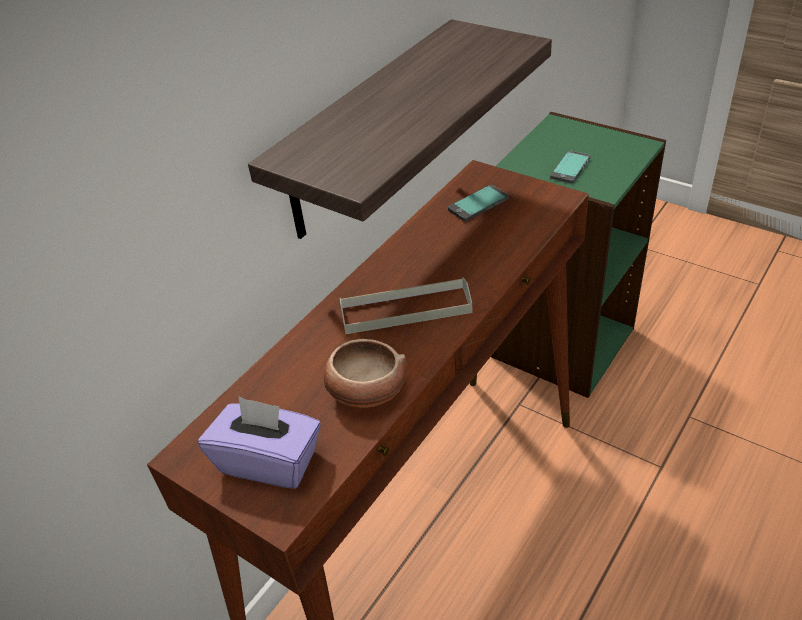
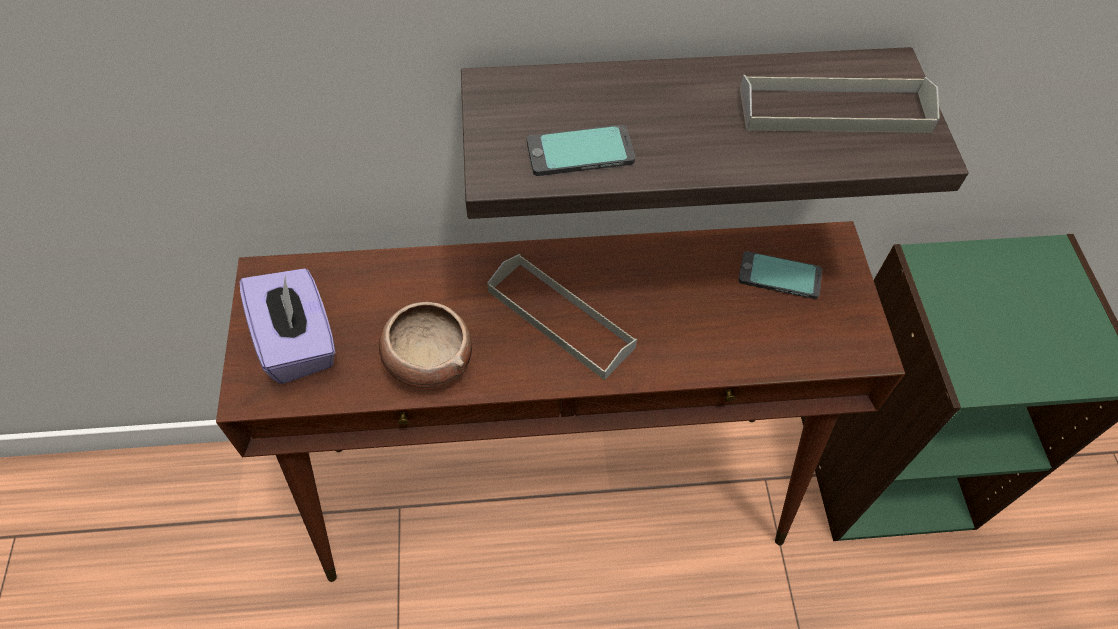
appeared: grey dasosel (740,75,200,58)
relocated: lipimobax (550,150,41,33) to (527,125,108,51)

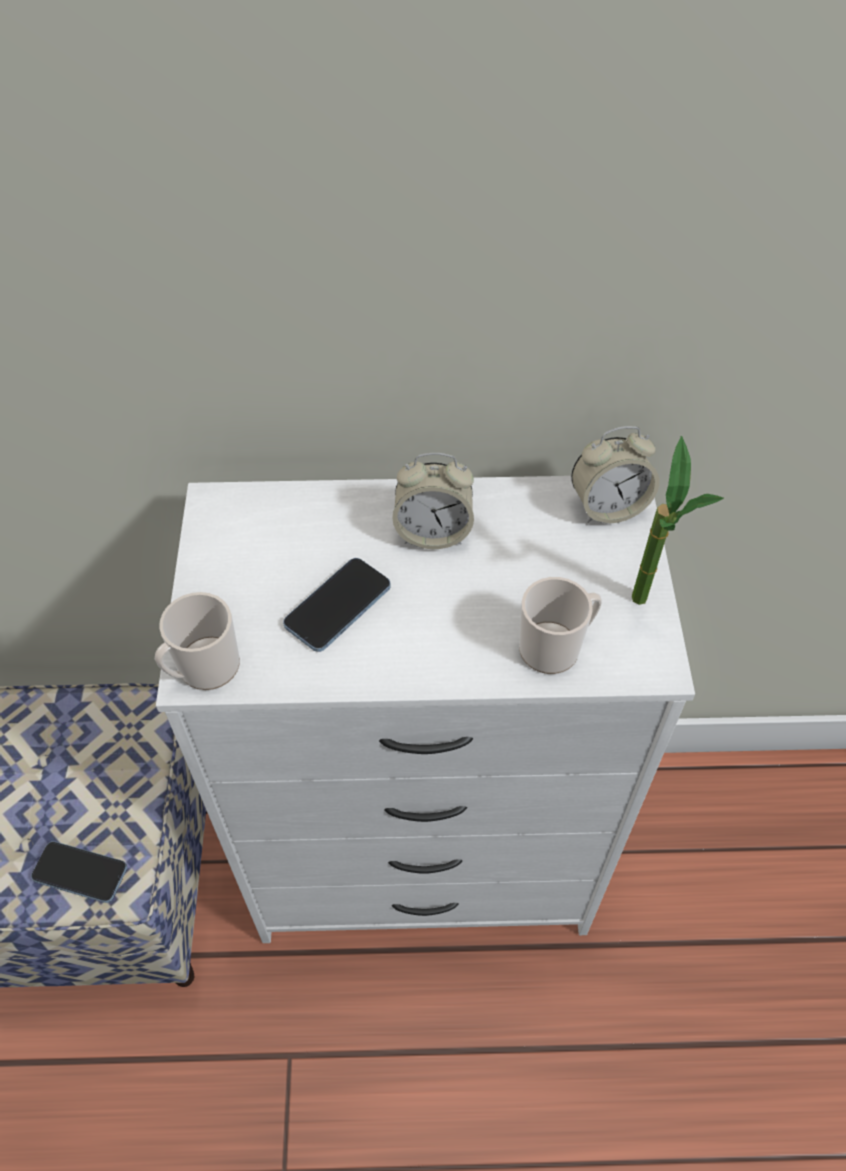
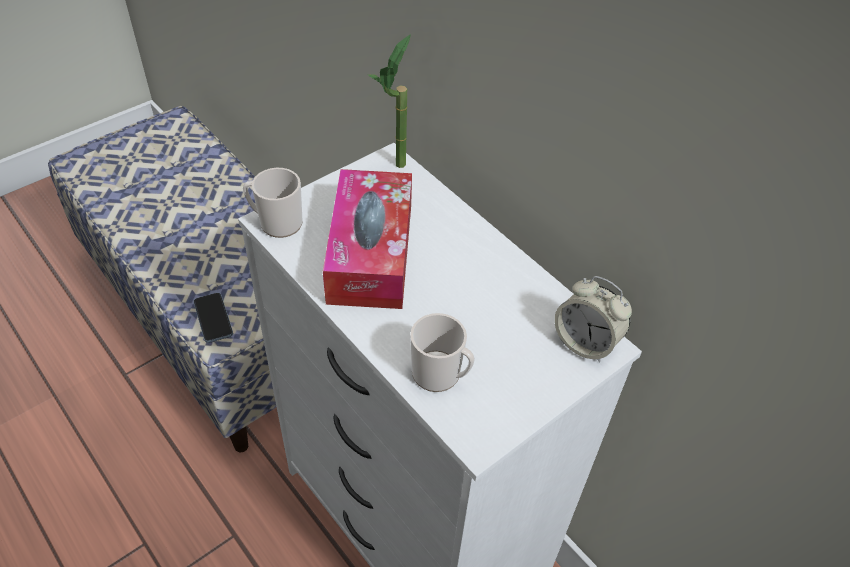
missing: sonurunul (392,453,82,96)
relocated: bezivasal (632,436,92,169) to (368,34,43,134)
exchanged: lipimobax (283,558,108,94) to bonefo (323,169,89,140)

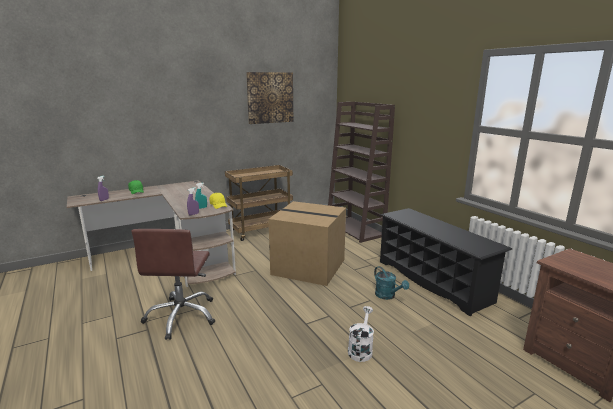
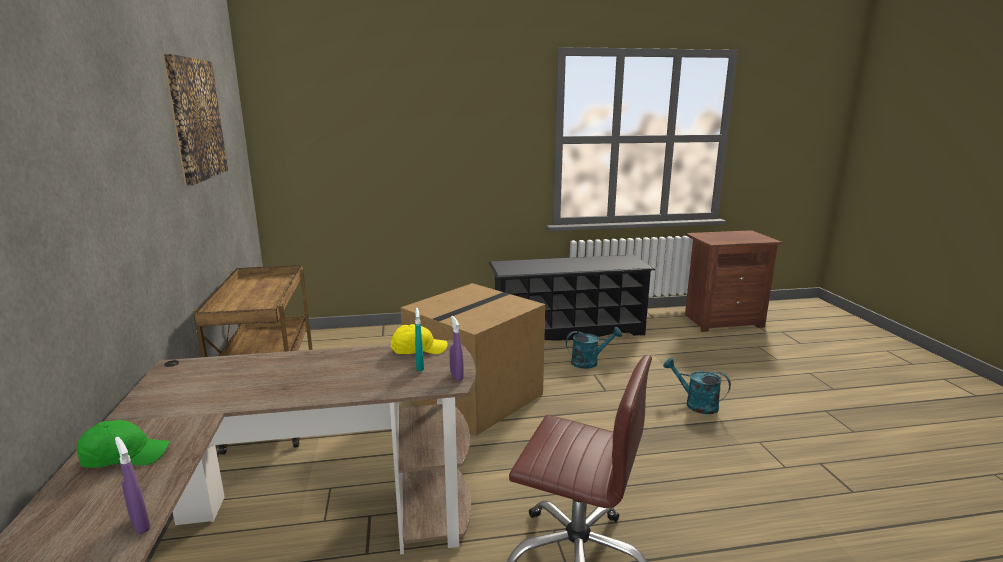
missing: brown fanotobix (328,102,67,141)
colour: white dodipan (348,306,26,56) to turquoise dodipan (663,358,68,56)

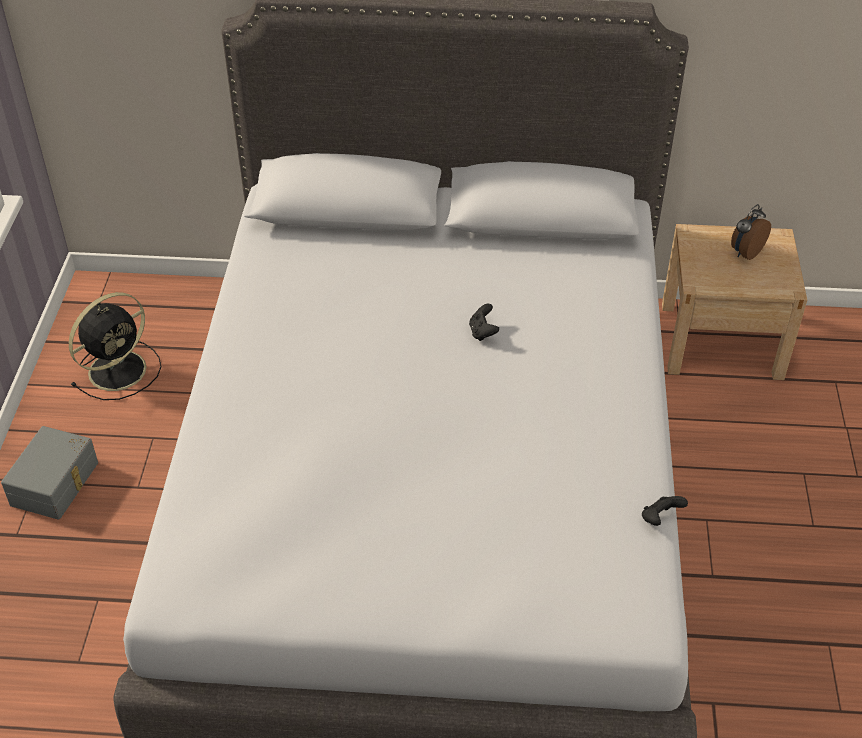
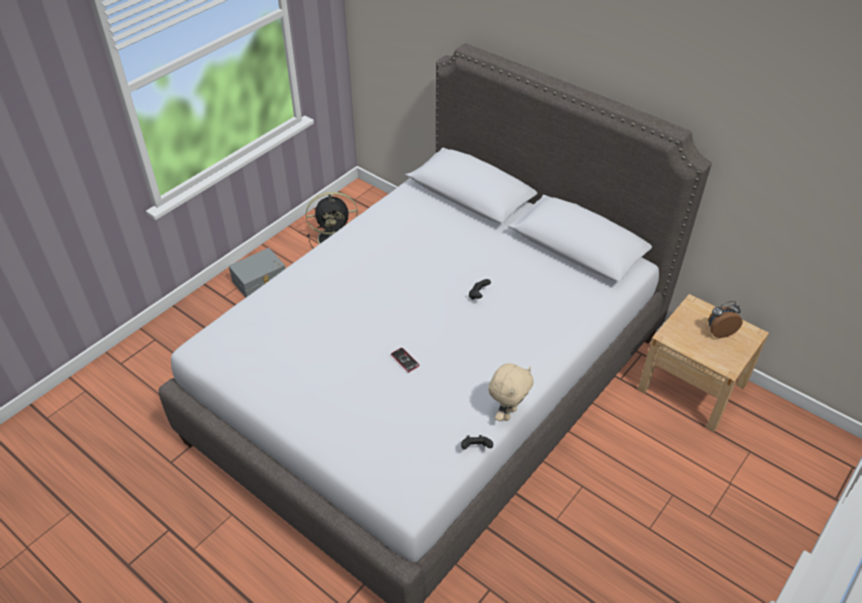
appeared: lipimobax (391,348,29,24); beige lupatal (488,363,46,58)

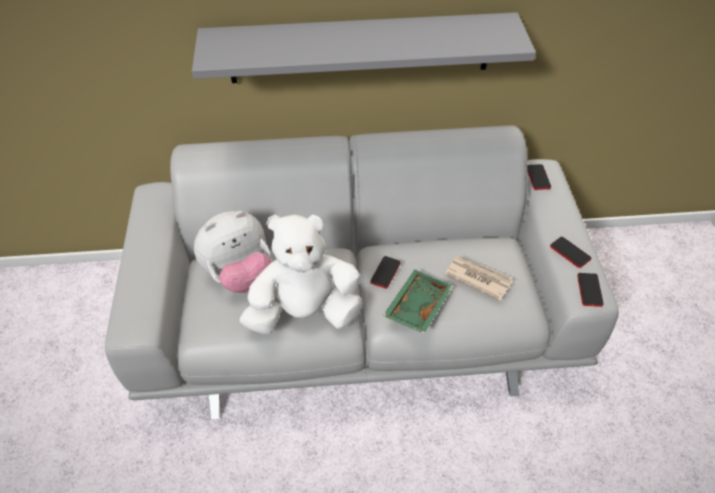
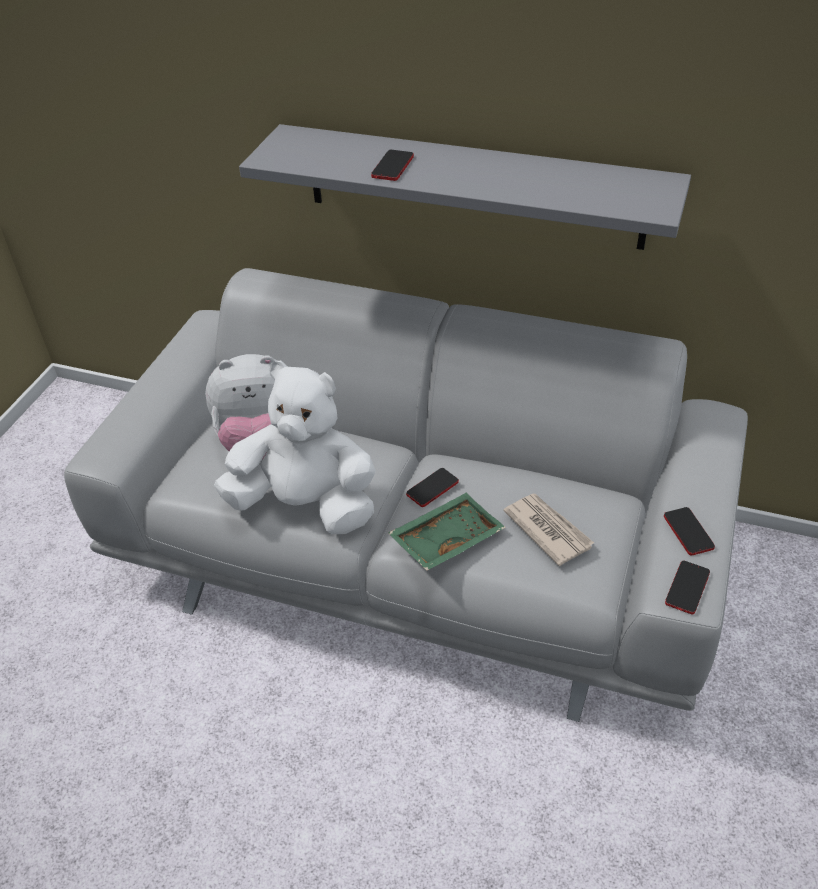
relocated: lipimobax (527,164,24,26) to (371,150,43,31)

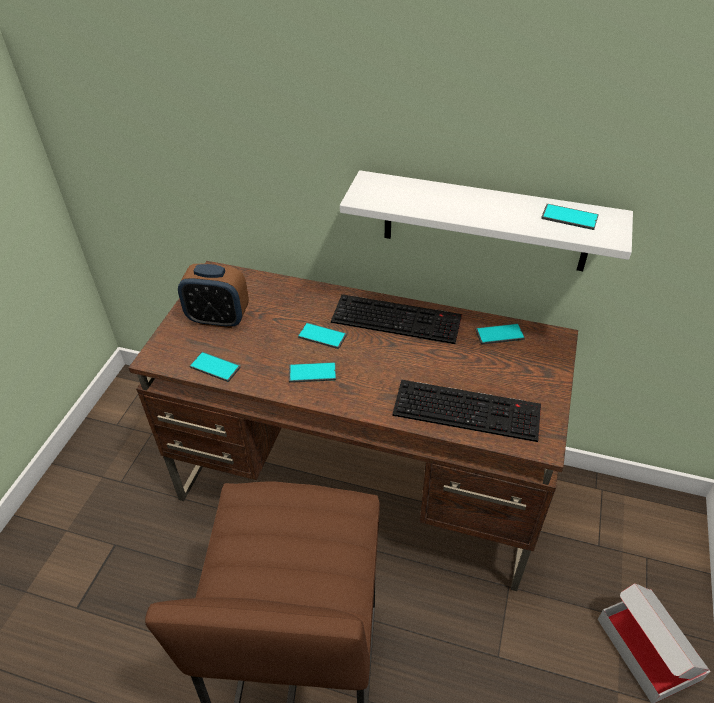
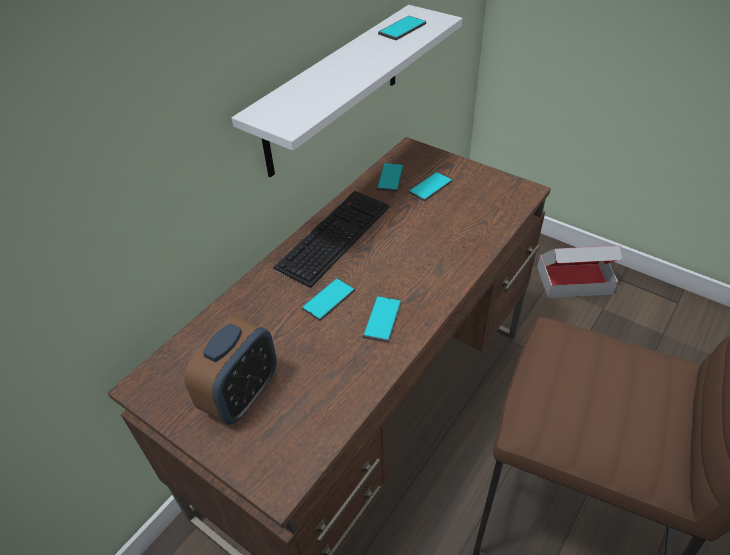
missing: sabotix (392,380,149,62)
relocated: lipimobax (190,352,51,30) to (409,172,44,29)

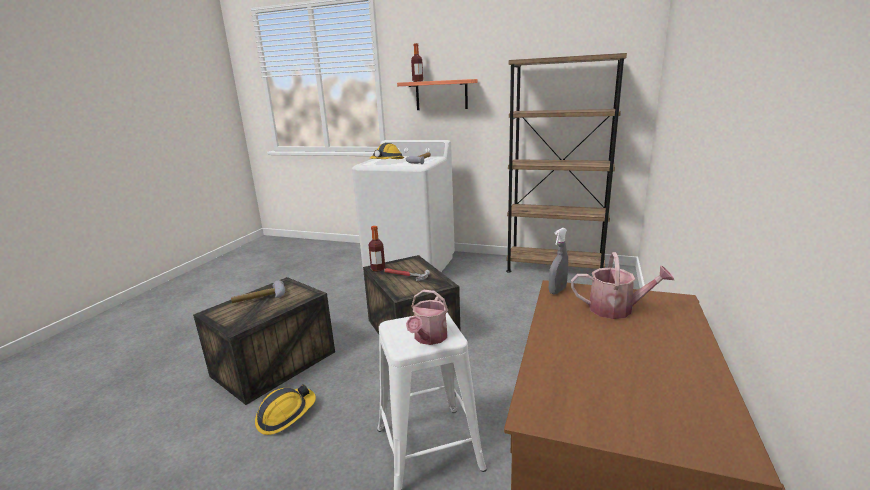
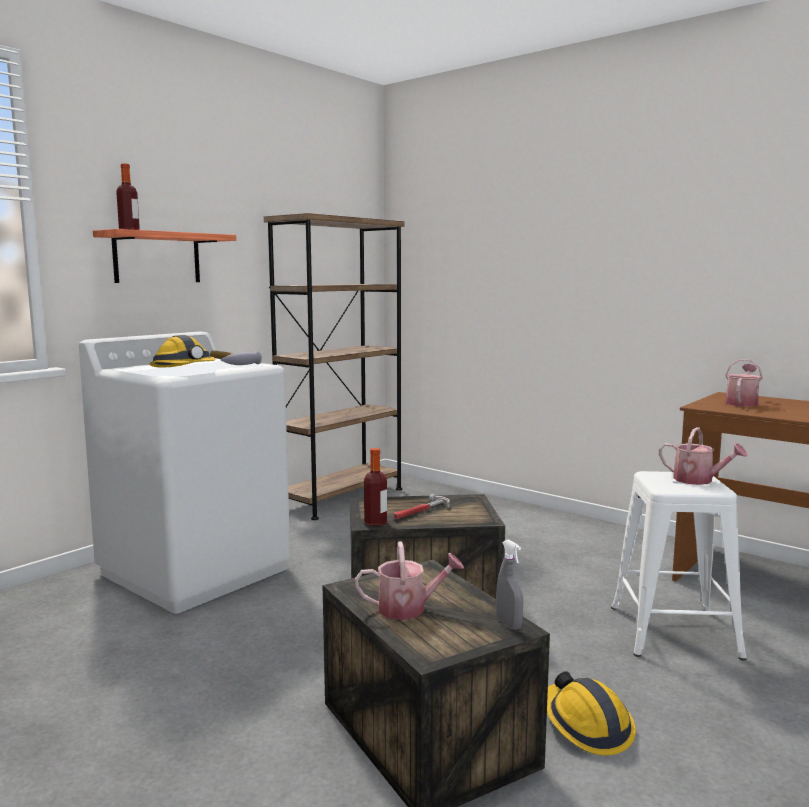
relocated: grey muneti (549,228,19,66) to (496,539,27,91)
exchanged: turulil (231,280,54,23) to dodipan (355,541,109,79)

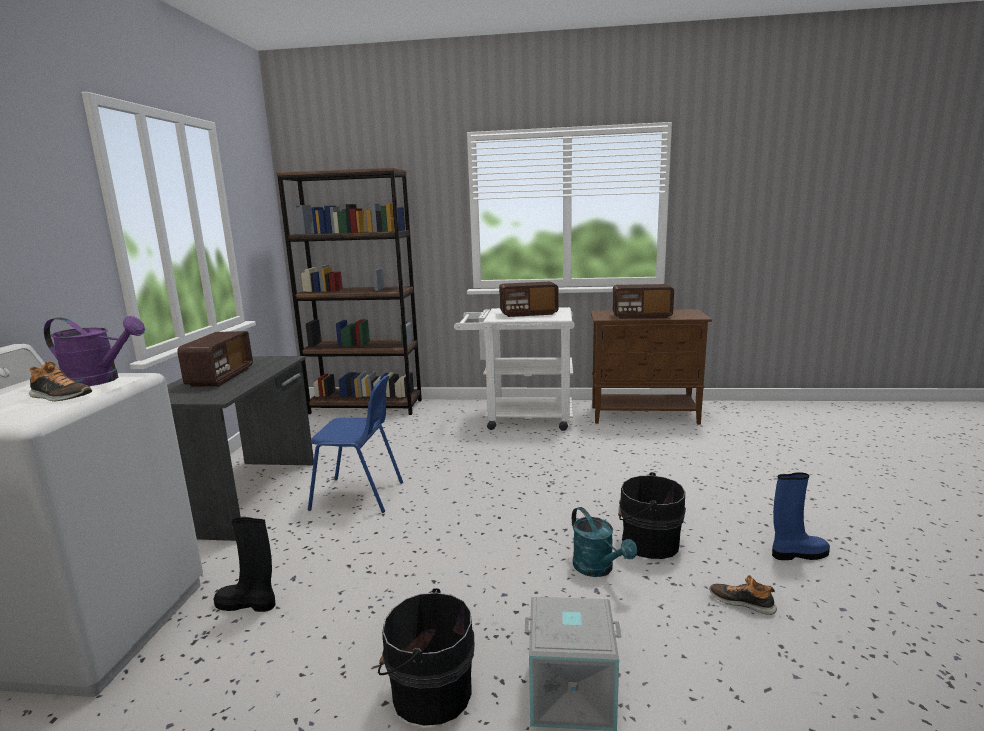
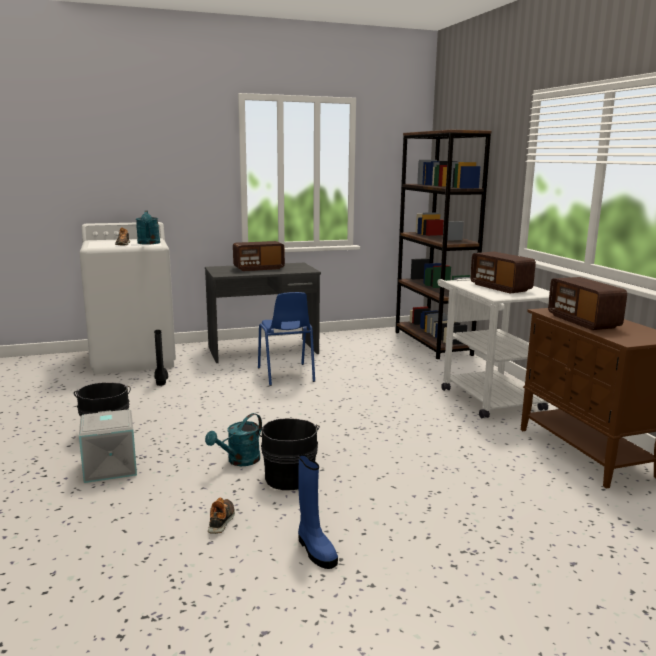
colour: purple dodipan (44,316,101,70) to turquoise dodipan (136,211,24,33)

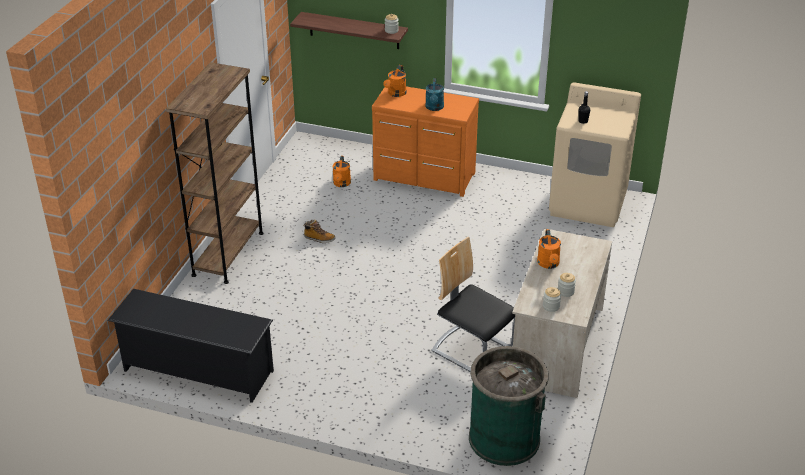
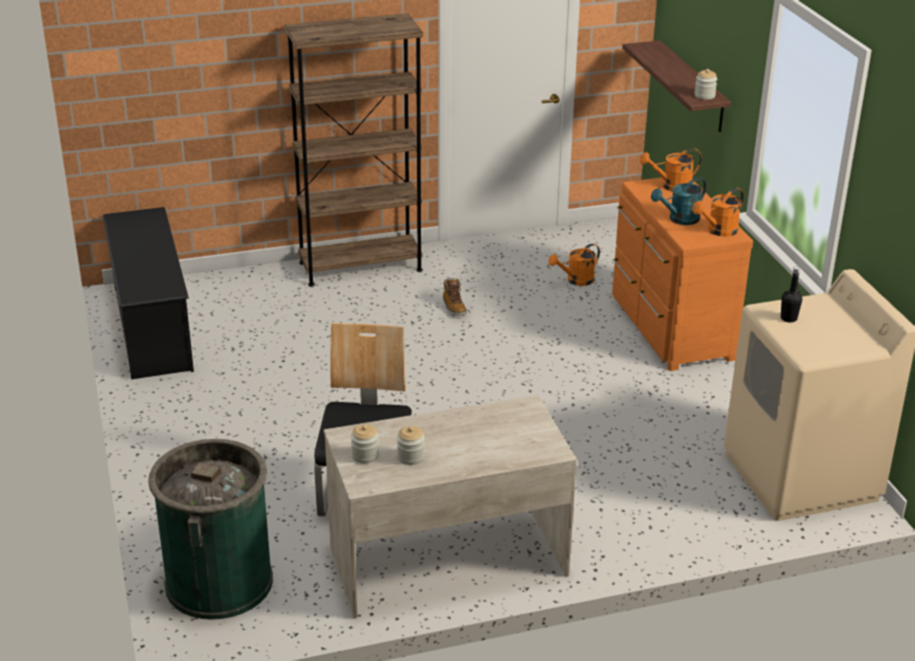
relocated: orange dodipan (537,229,24,40) to (692,188,52,49)

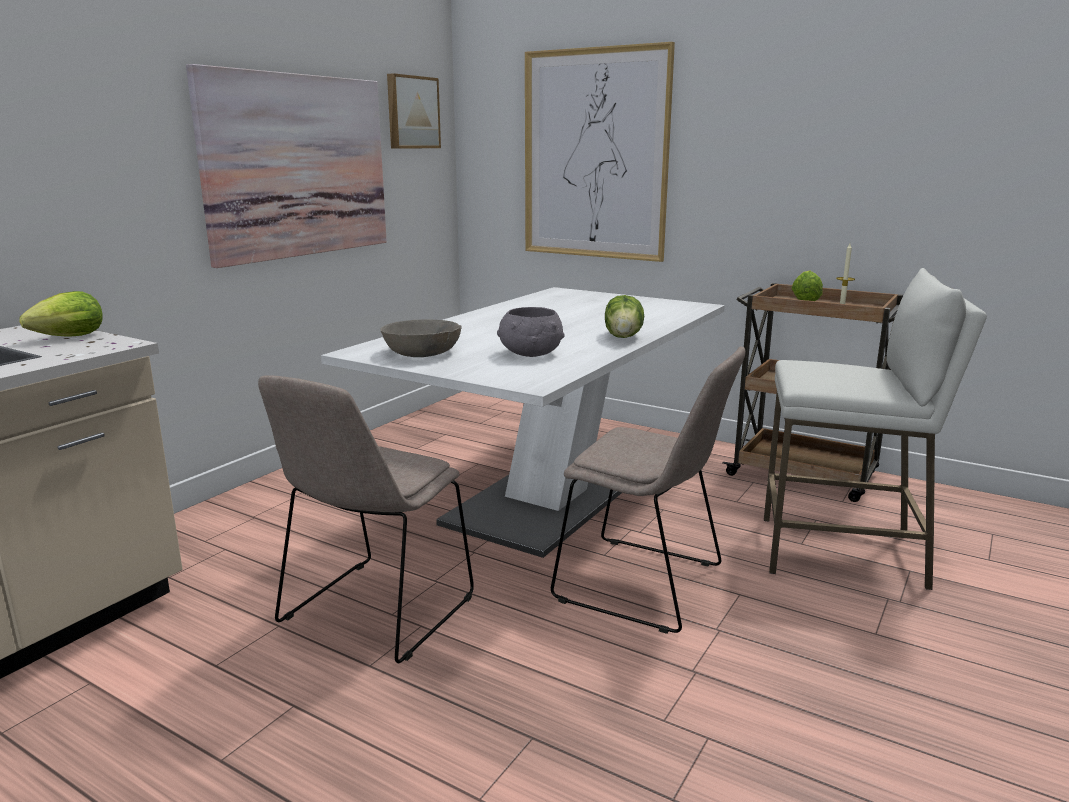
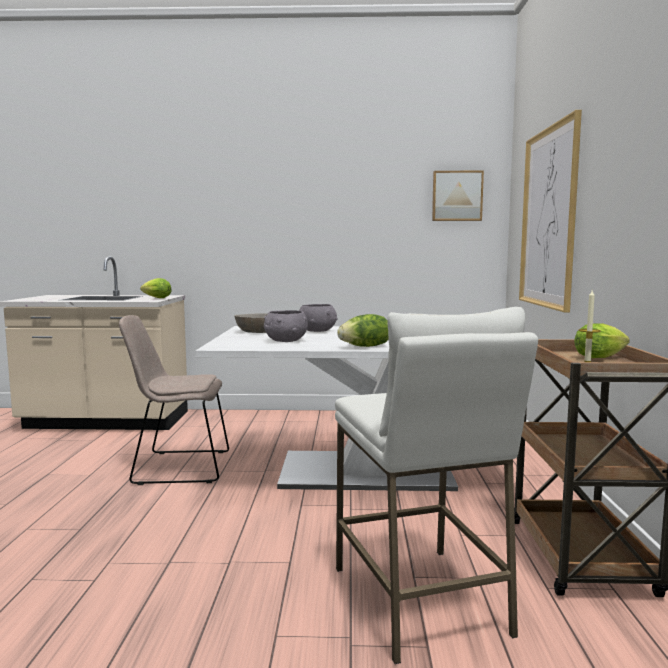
missing: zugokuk (186,64,201,204); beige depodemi (551,347,195,287)
appeared: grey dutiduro (299,304,39,28)

